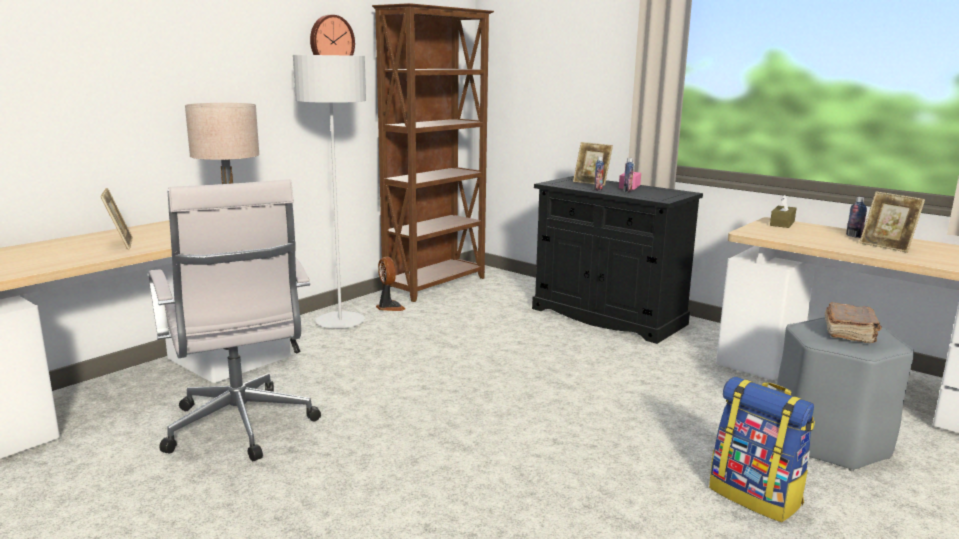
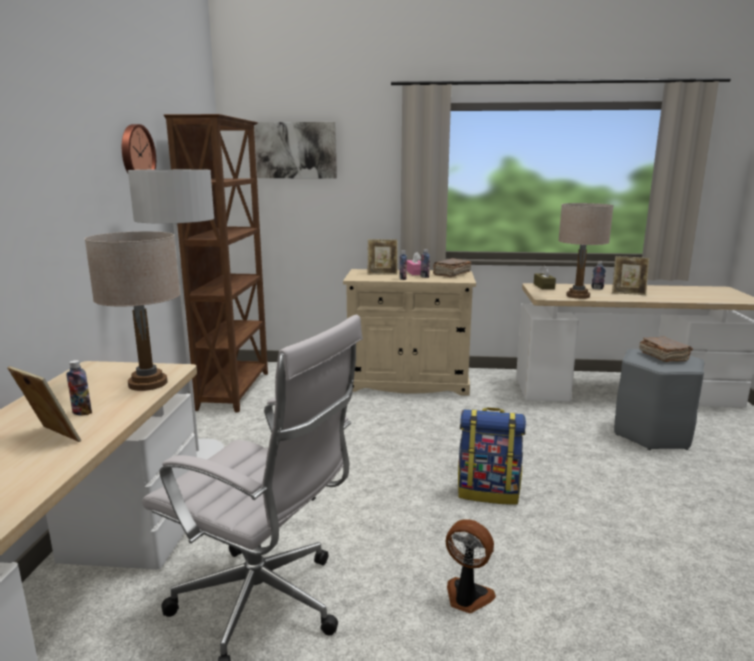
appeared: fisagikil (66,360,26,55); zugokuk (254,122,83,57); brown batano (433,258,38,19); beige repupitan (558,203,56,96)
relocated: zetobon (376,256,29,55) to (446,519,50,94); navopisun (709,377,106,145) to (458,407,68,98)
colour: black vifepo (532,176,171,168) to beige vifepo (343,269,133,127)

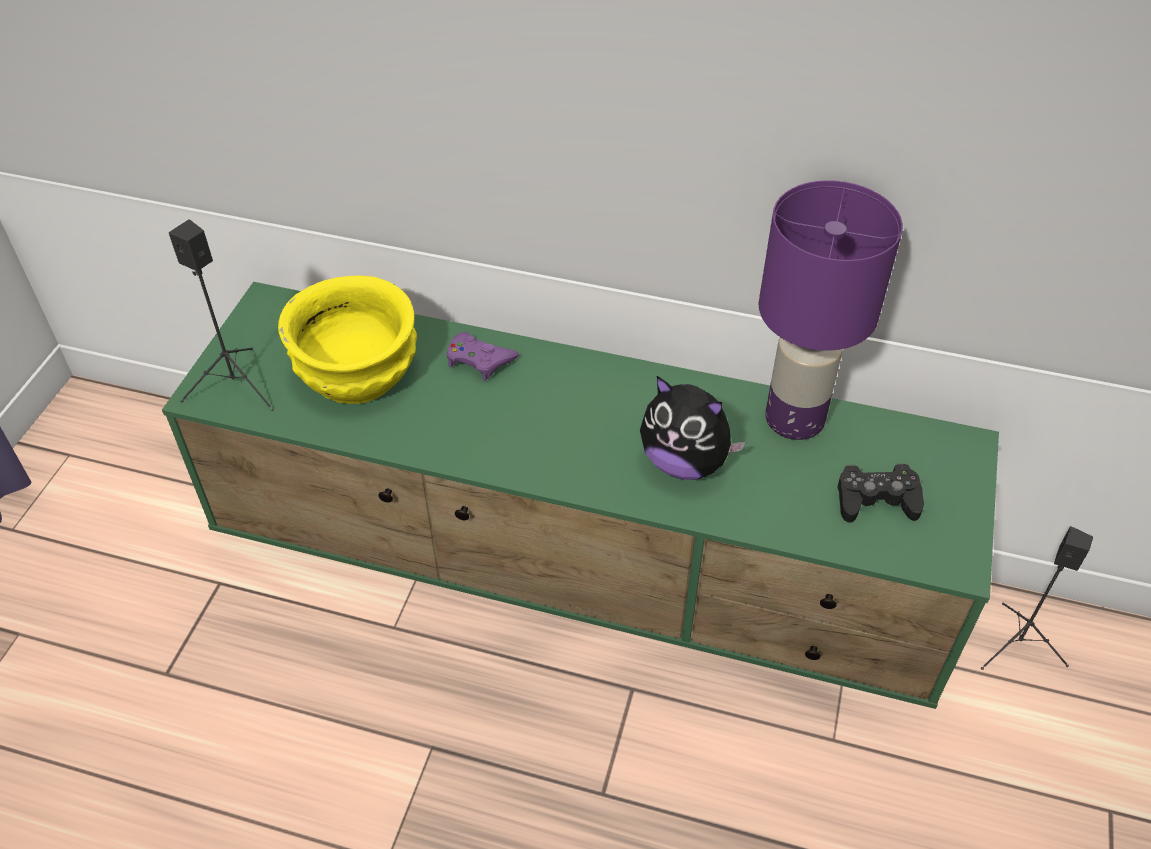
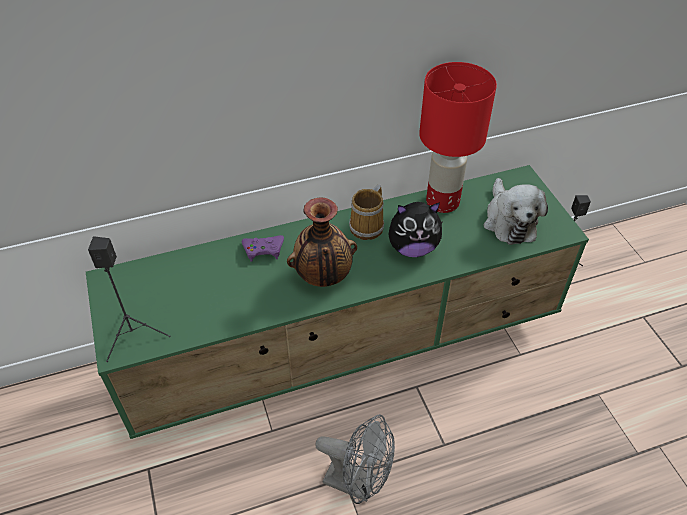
missing: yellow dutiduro (278,275,139,129)
appeared: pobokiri (287,197,70,90); grey zetobon (315,414,80,90); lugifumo (349,184,35,56)
exchanged: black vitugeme (837,463,87,59) to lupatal (484,178,64,67)
colour: purple repupitan (759,180,144,260) to red repupitan (419,62,78,151)

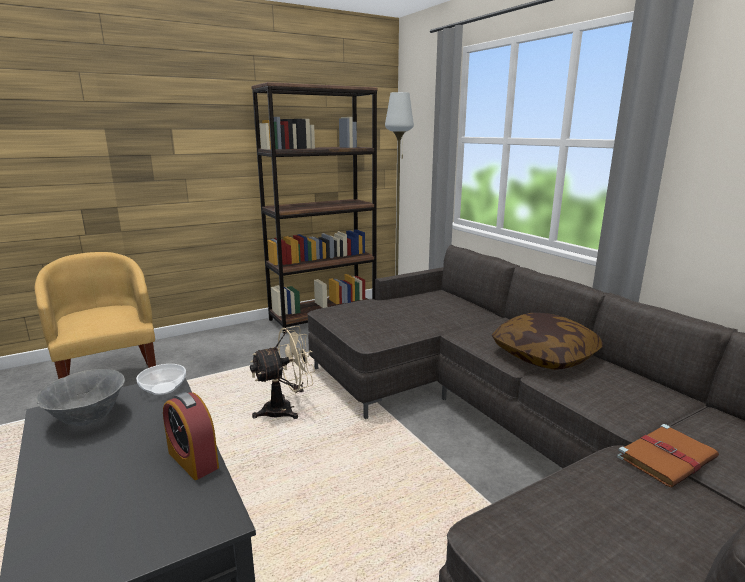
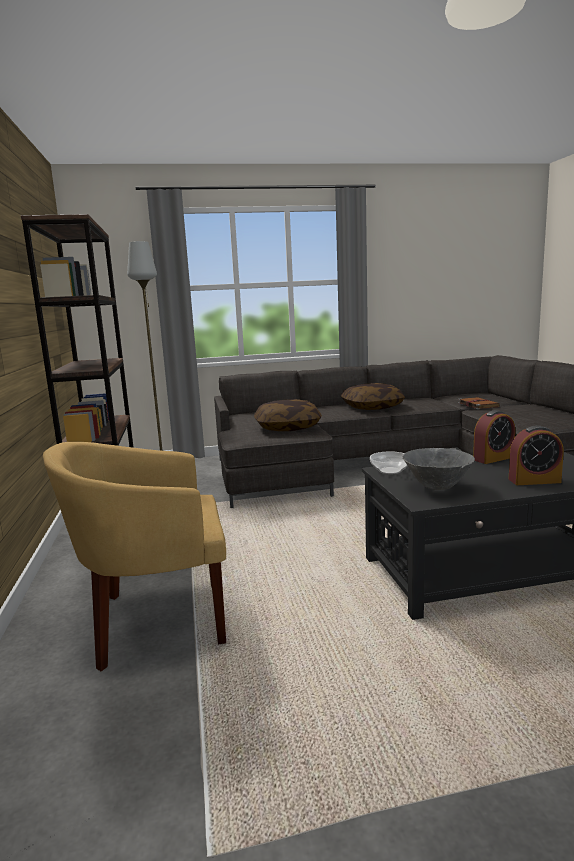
missing: beige zetobon (250,326,65,93)
appeared: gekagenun (254,399,68,32); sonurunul (509,425,55,60)

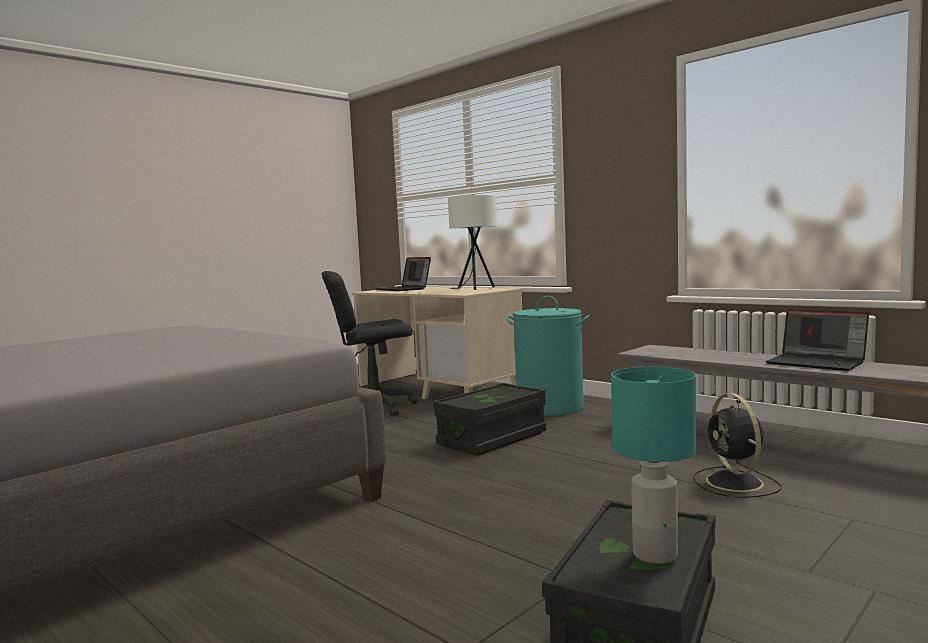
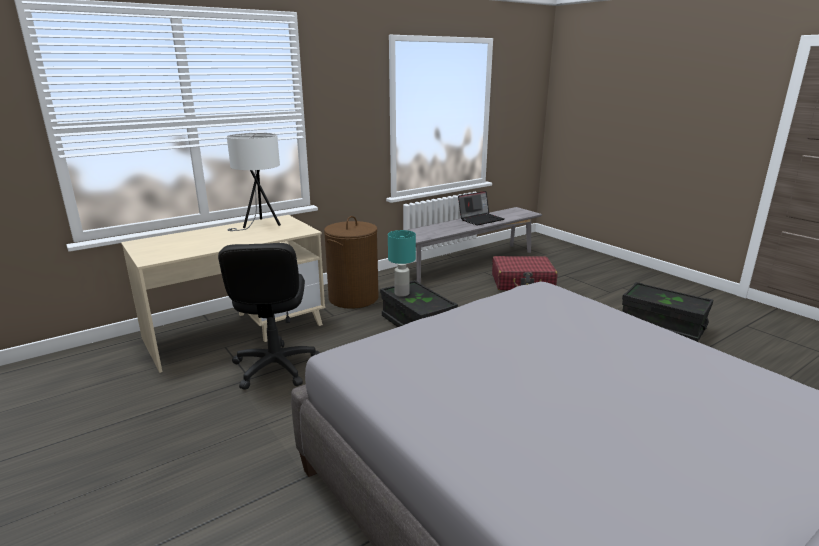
missing: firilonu (376,257,55,34)
relocated: turquoise repupitan (611,367,85,197) to (388,230,28,67)
exchanged: black zetobon (693,393,89,105) to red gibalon (492,256,66,34)
colour: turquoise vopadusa (506,296,83,120) to brown vopadusa (324,216,55,93)

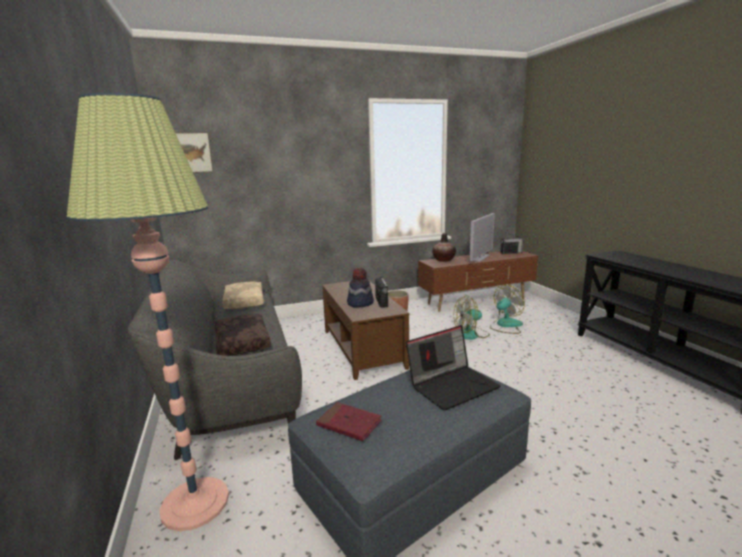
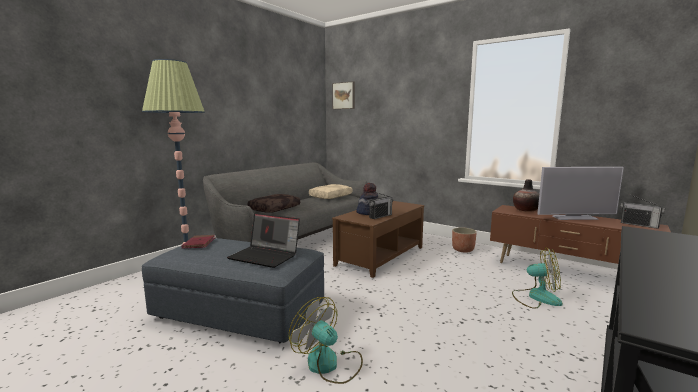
relocated: zetobon (454,295,36,45) to (289,297,74,87)

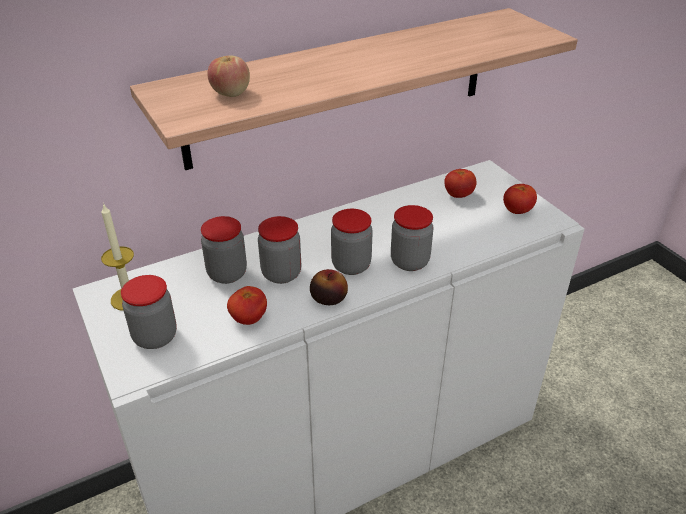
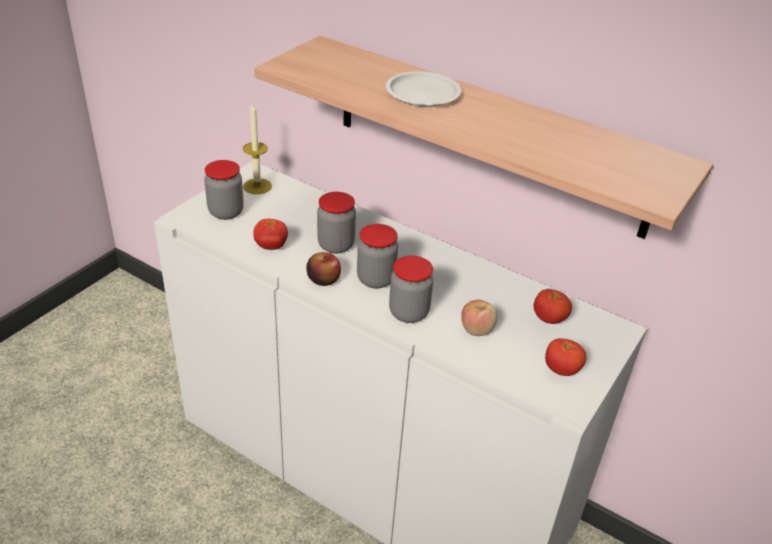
missing: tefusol (201,216,46,68)
appeared: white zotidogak (386,71,75,36)
relocated: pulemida (207,55,43,42) to (461,300,36,36)

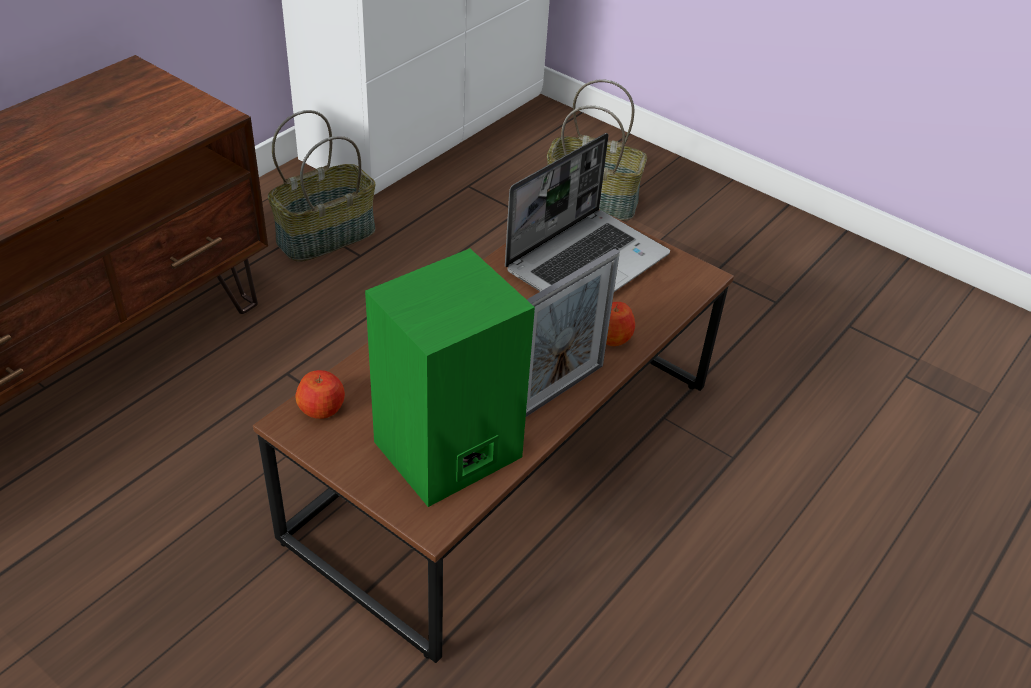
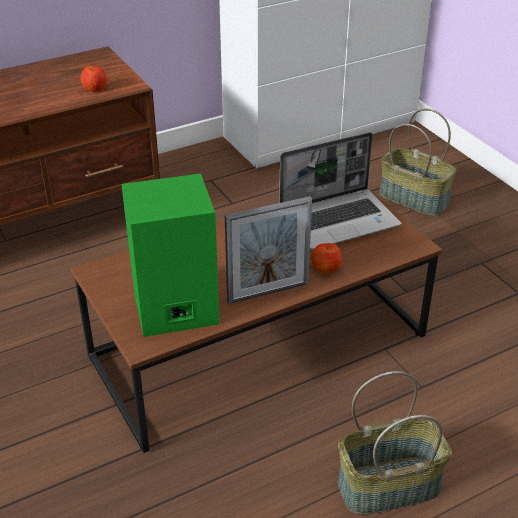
relocated: pulemida (295,370,50,49) to (81,66,26,26); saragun (268,110,107,152) to (337,371,115,144)

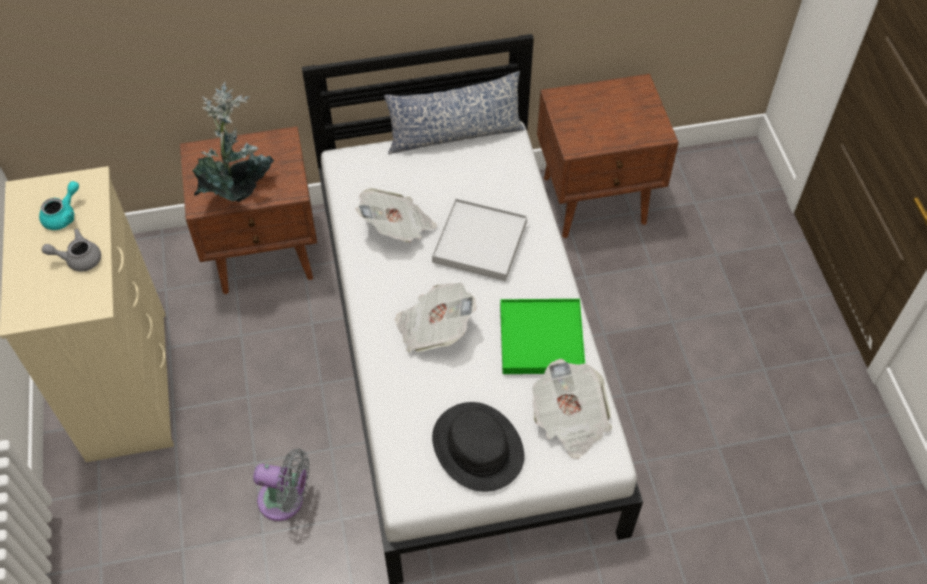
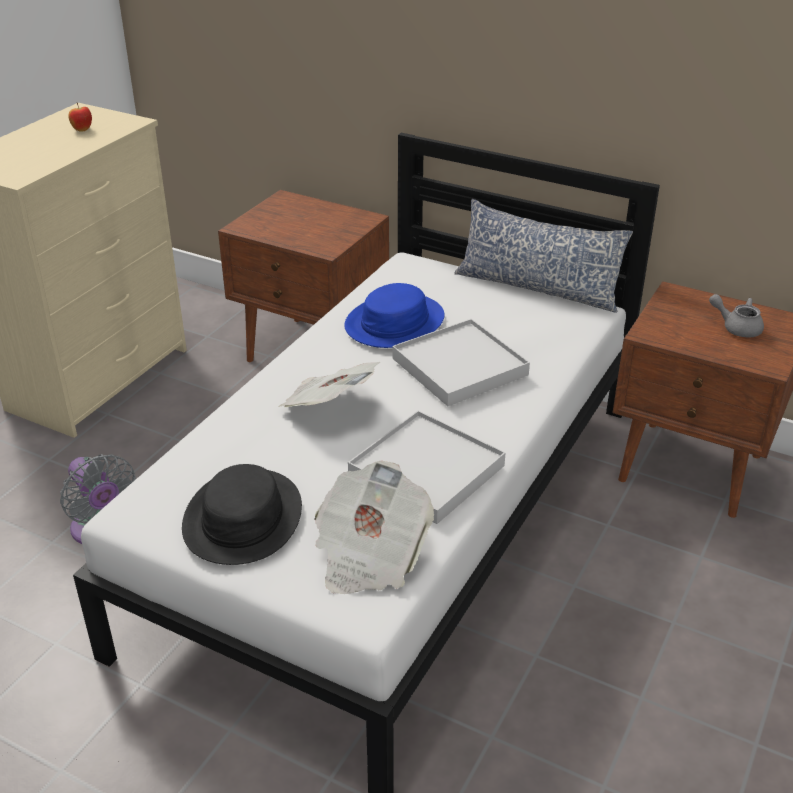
missing: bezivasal (192,82,82,120)
relocated: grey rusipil (42,229,59,43) to (709,294,55,43)
exchanged: turquoise rusipil (39,181,40,49) to pulemida (68,103,24,29); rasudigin (356,188,80,54) to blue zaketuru (344,283,101,65)
colour: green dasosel (500,299,85,75) to white dasosel (348,410,158,114)

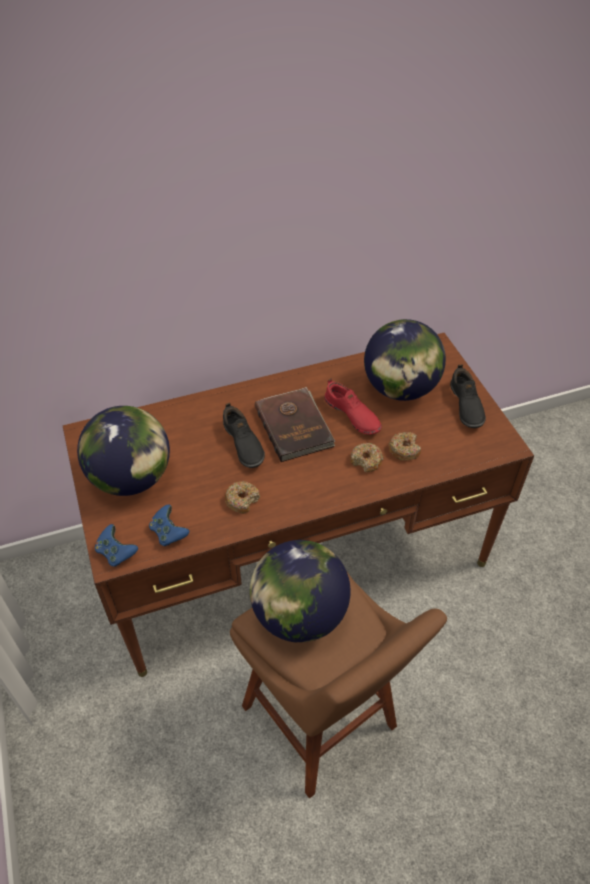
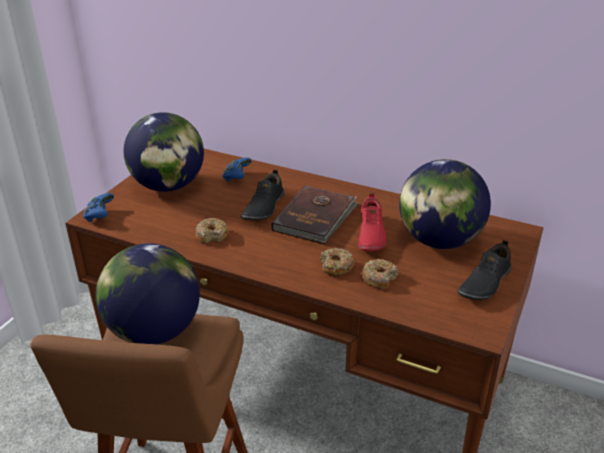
relocated: blue vitugeme (149,504,40,42) to (223,158,29,24)

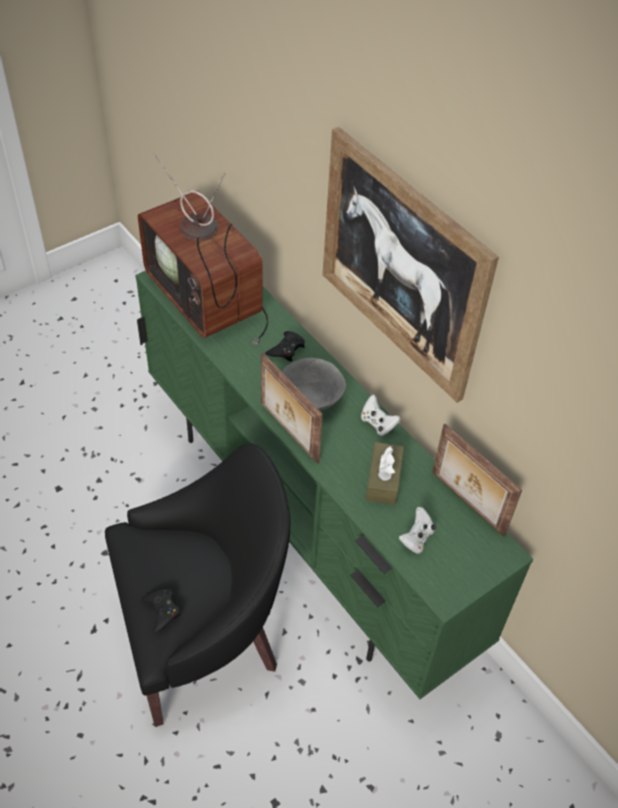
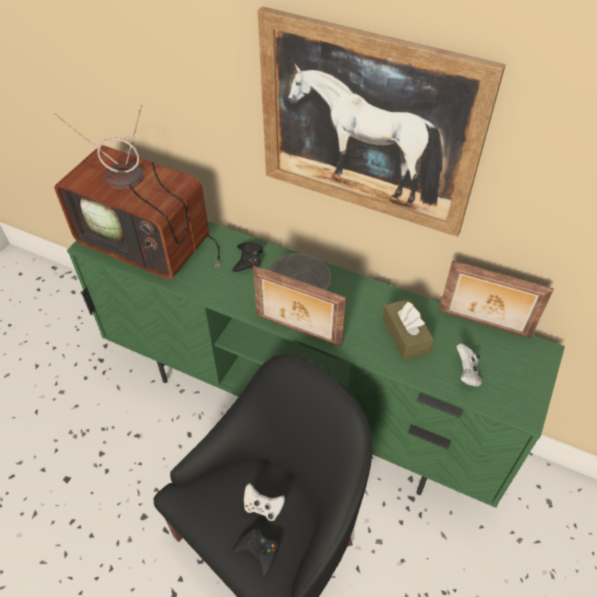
relocated: white vitugeme (361,395,40,41) to (244,483,41,38)

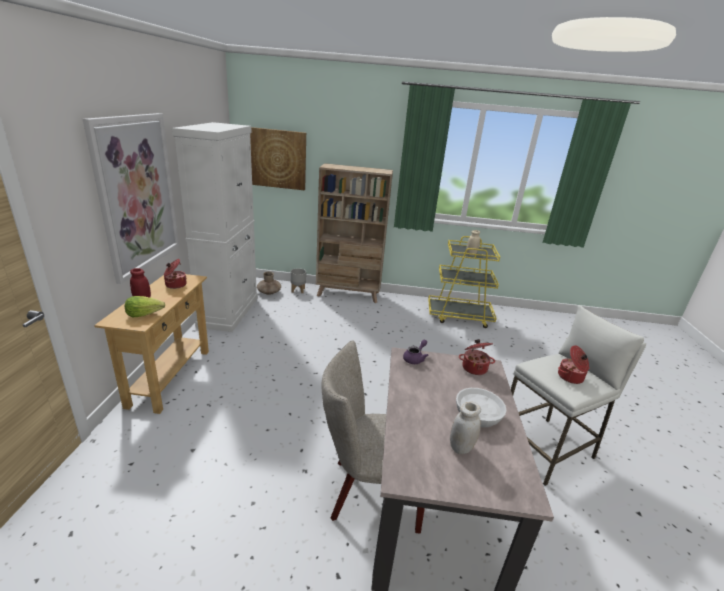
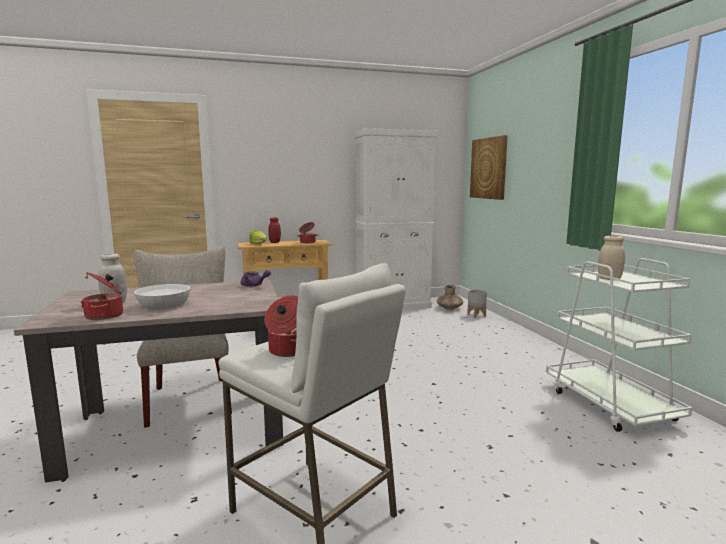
missing: zugokuk (83,113,96,171); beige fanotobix (316,163,77,140)
relocated: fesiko (459,339,36,36) to (81,272,42,48)
colour: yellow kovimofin (428,236,72,92) to white kovimofin (546,258,146,174)

